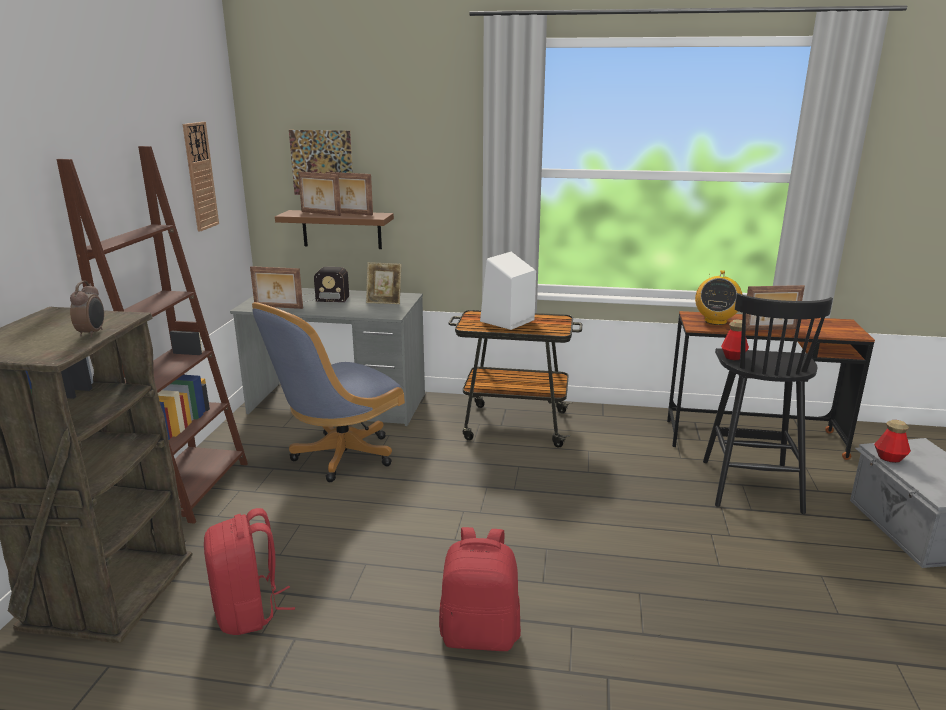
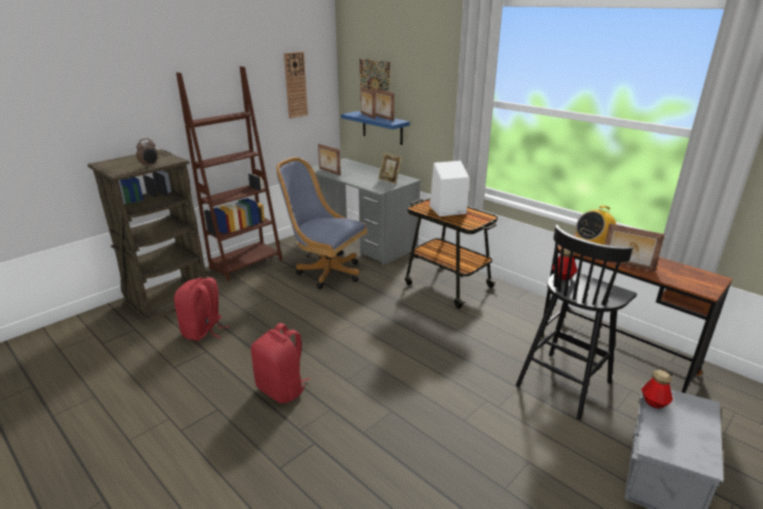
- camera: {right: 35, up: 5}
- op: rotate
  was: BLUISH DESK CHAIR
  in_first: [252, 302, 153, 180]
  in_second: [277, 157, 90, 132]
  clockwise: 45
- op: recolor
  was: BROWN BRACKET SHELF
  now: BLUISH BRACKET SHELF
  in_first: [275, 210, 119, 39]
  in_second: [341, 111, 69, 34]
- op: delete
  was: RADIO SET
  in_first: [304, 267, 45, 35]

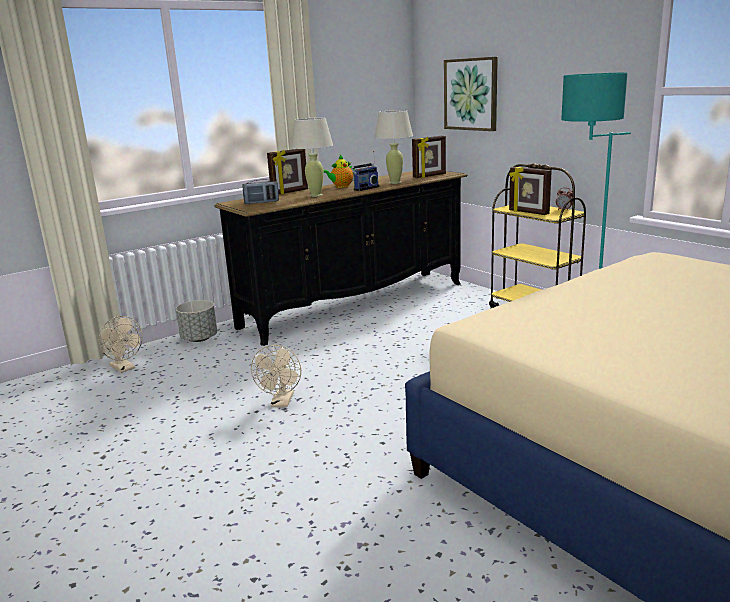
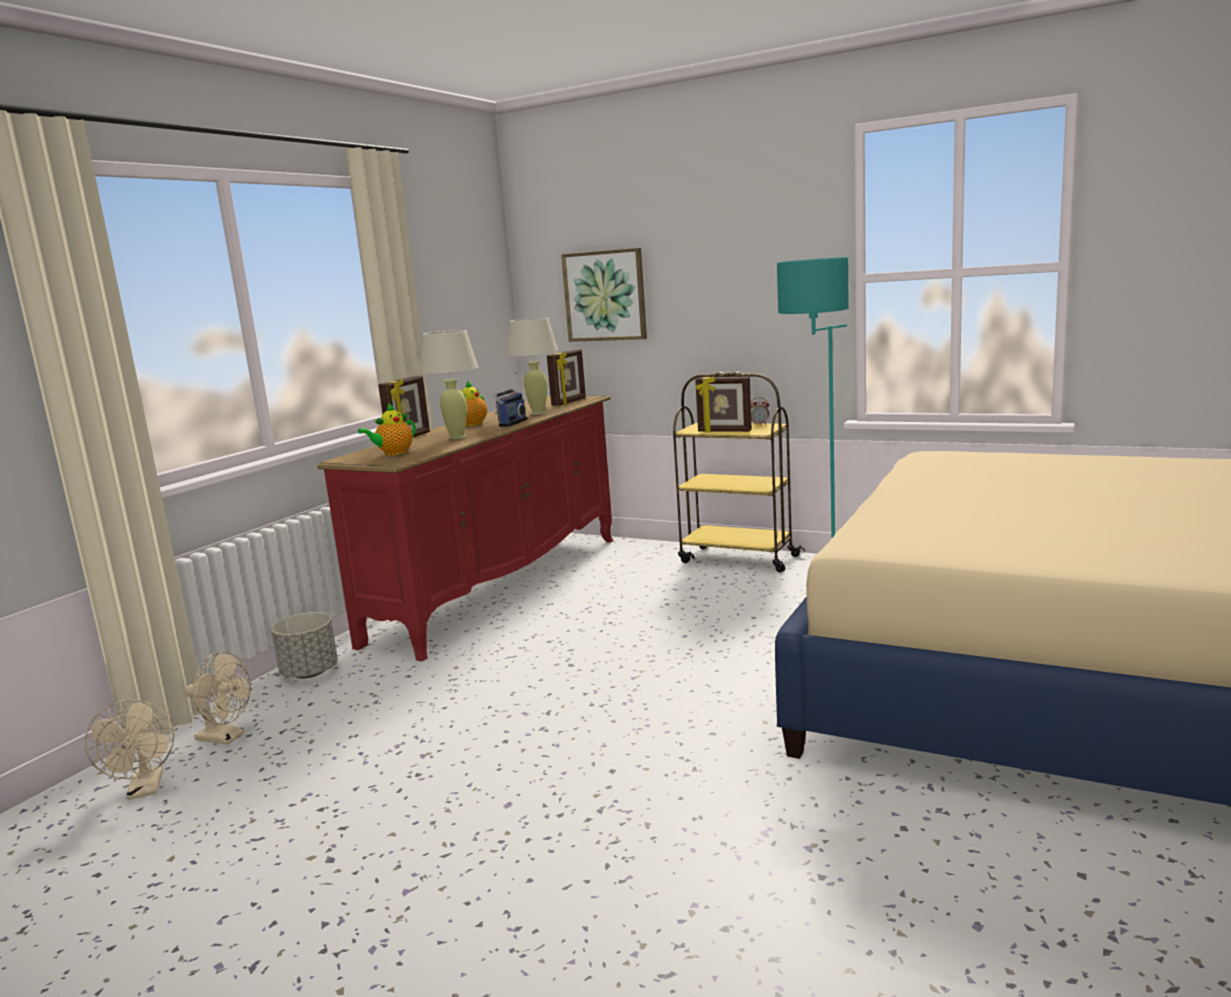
- camera: {right: -25, up: -5}
- op: recolor
  was: BLACKISH DRESSER
  now: RED DRESSER
  in_first: [214, 171, 253, 175]
  in_second: [317, 395, 297, 266]
- op: replace
  was: RADIO SET
  now: POT FOR TEA
  in_first: [242, 179, 37, 25]
  in_second: [358, 403, 58, 53]
- op: move
  was: BEIGE-COLOURED ELECTRIC FAN
  in_first: [251, 345, 50, 62]
  in_second: [85, 699, 89, 101]

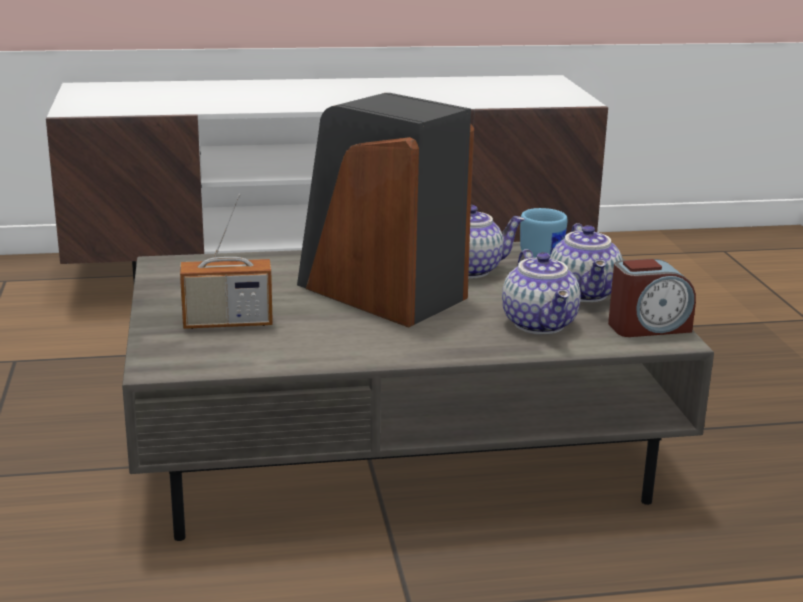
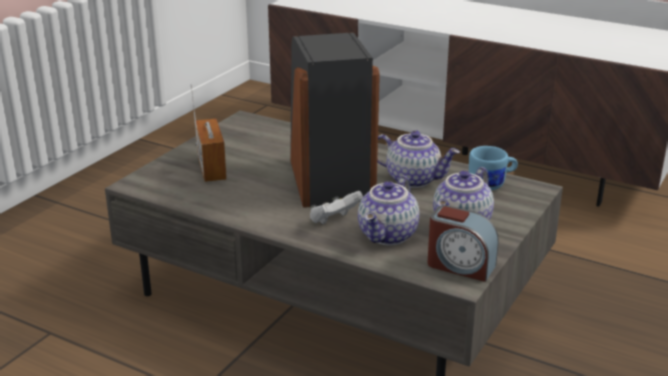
- camera: {right: 40, up: 5}
- op: rotate
  was: RADIO SET
  in_first: [180, 194, 93, 135]
  in_second: [191, 84, 36, 98]
  clockwise: -135
- op: insert
  now: WHITISH JOYPAD
  in_second: [310, 191, 53, 33]

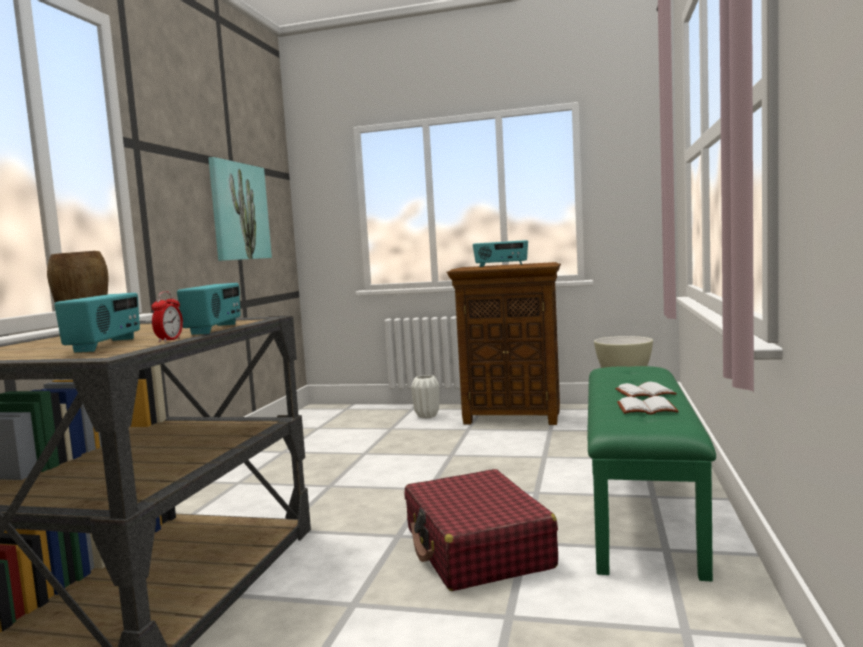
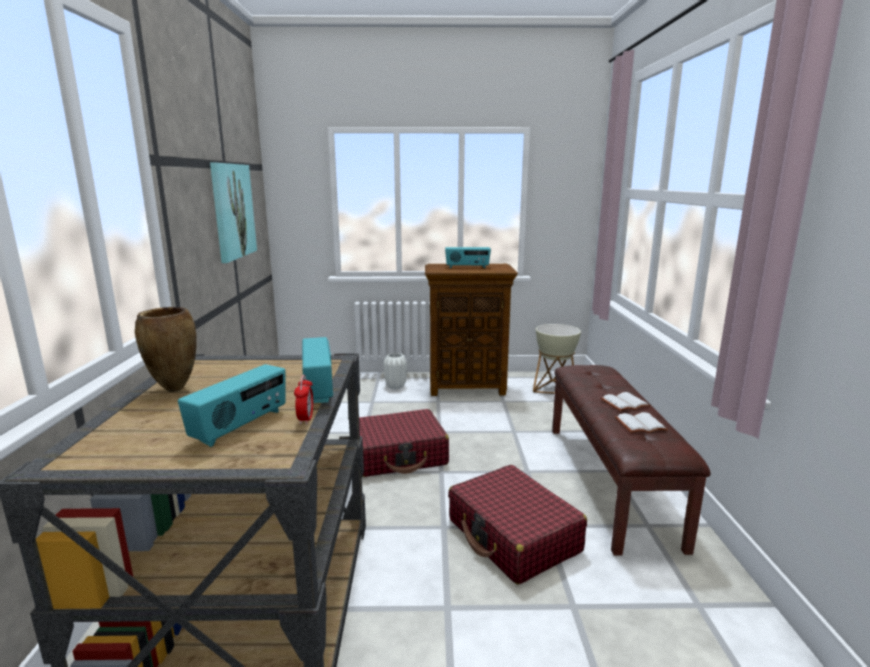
- camera: {right: -15, up: 10}
- op: rotate
  was: RADIO SET
  in_first: [54, 293, 86, 59]
  in_second: [178, 364, 107, 83]
  clockwise: 45
- op: recolor
  was: GREENISH INDOOR BENCH
  now: BROWN INDOOR BENCH
  in_first: [587, 366, 129, 216]
  in_second: [552, 365, 159, 190]
- op: insert
  now: RED SUITCASE
  in_second: [359, 409, 90, 68]

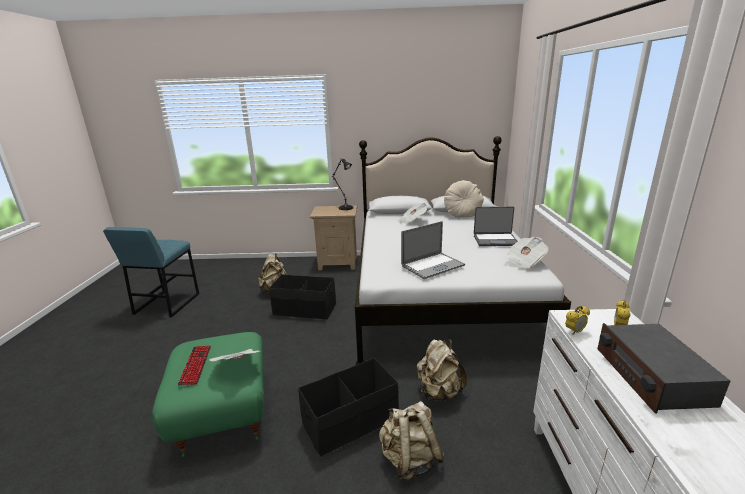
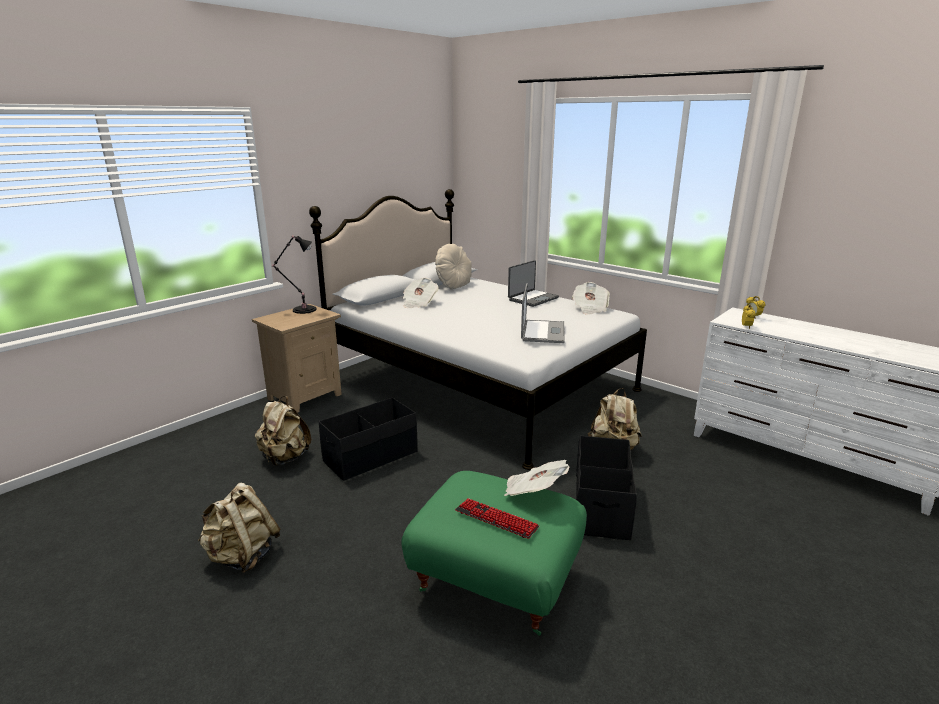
- camera: {right: -50, up: 0}
- op: delete
  was: BLUISH STOOL
  in_first: [103, 227, 96, 91]
- op: move
  was: BEIGE-COLOURED KNAPSACK
  in_first: [379, 401, 65, 79]
  in_second: [198, 483, 82, 90]
- op: delete
  was: RADIO SET
  in_first: [597, 323, 133, 91]

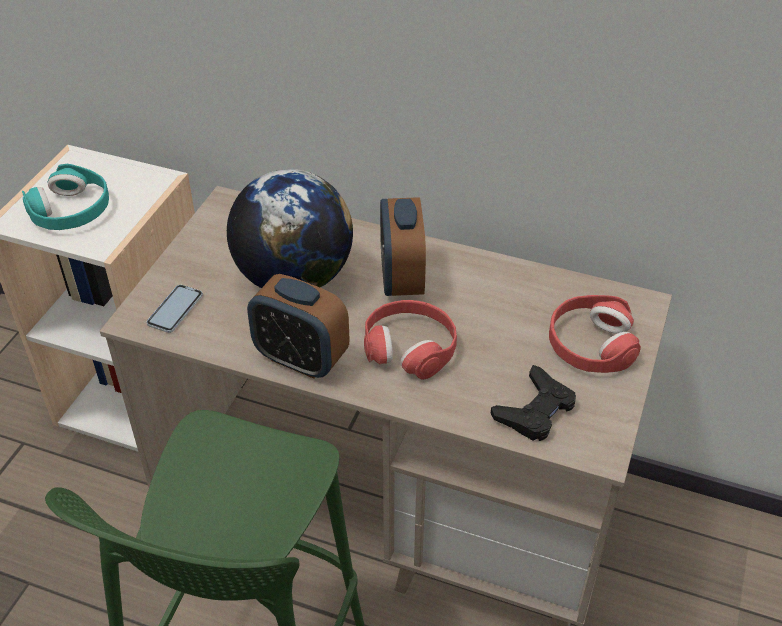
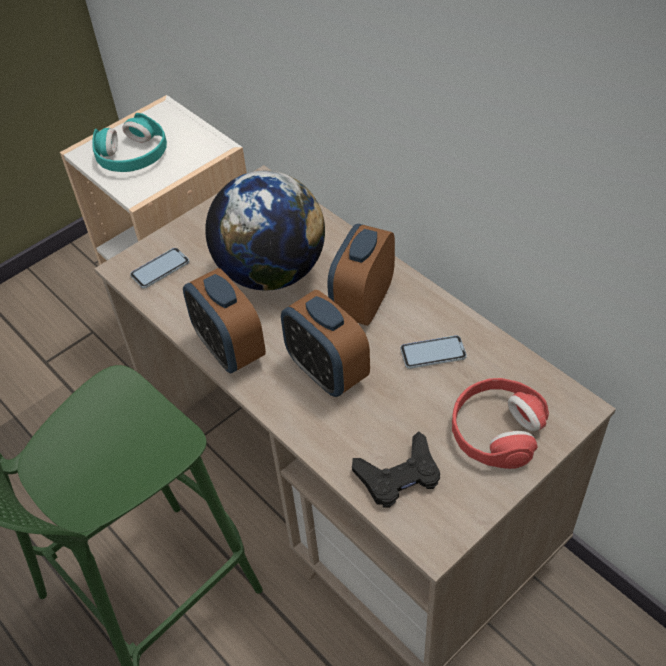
- camera: {right: 30, up: 5}
- op: replace
  was: RED PAIR OF HEADPHONES
  now: BEDSIDE CLOCK
  in_first: [364, 300, 93, 80]
  in_second: [281, 290, 89, 107]
- op: insert
  now: HANDSET
  in_second: [400, 335, 67, 34]

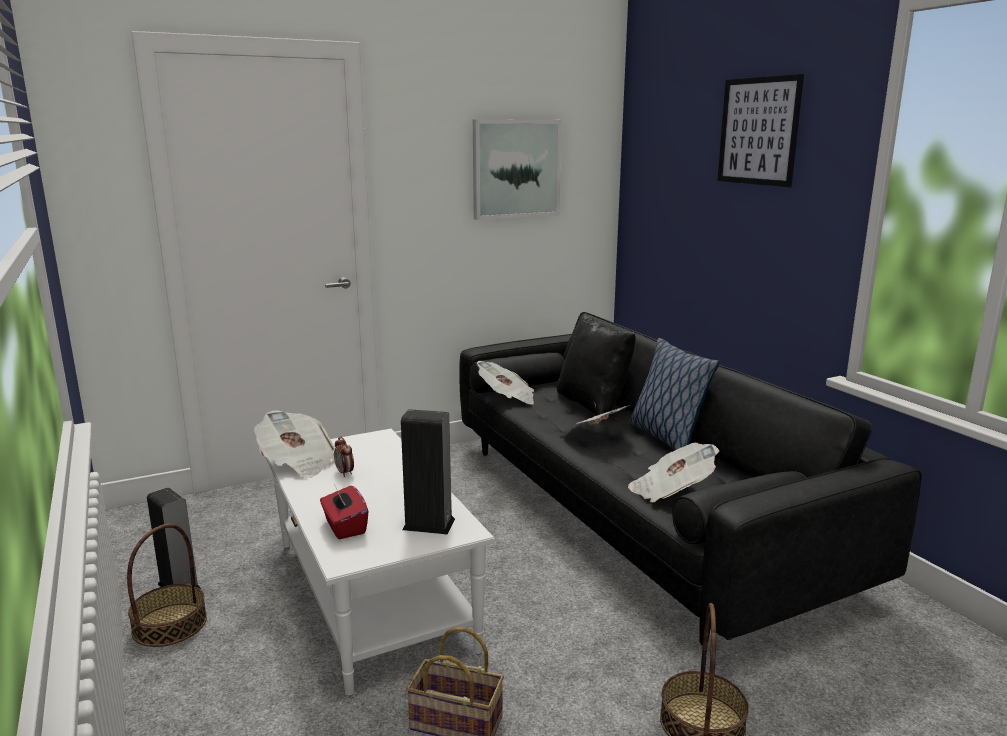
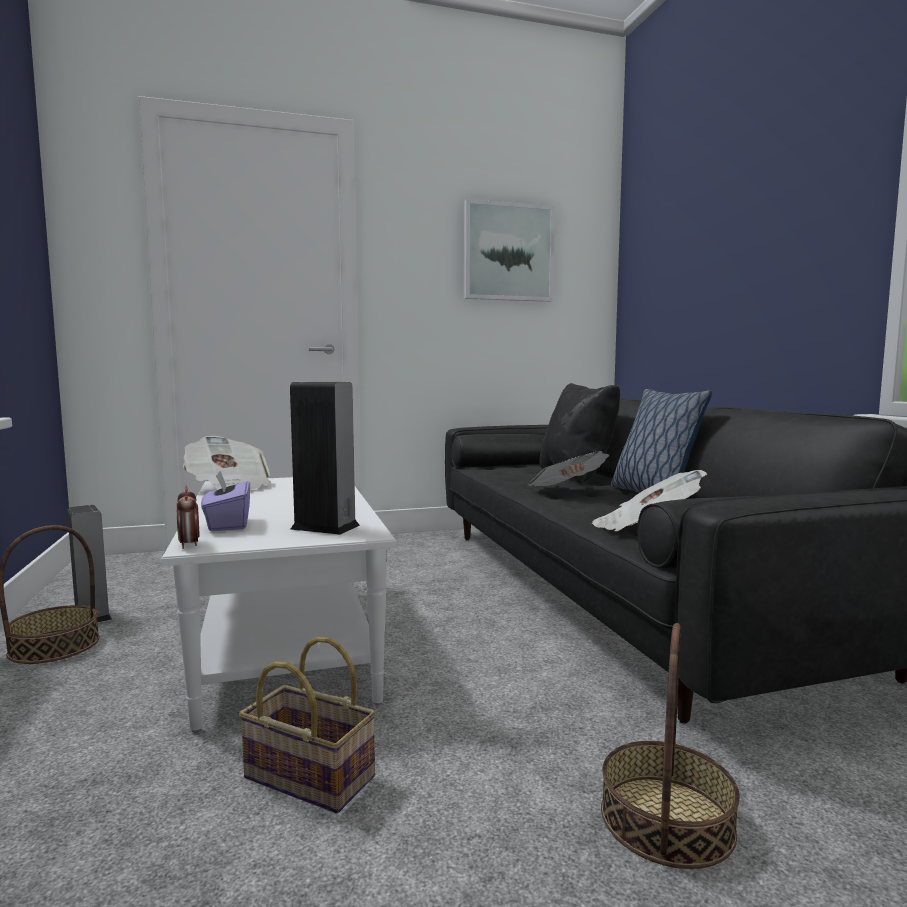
- camera: {right: 10, up: -10}
- op: recolor
  was: RED TISSUE BOX
  now: PURPLISH TISSUE BOX
  in_first: [320, 484, 48, 55]
  in_second: [201, 471, 49, 60]
- op: move
  was: BEDSIDE CLOCK
  in_first: [334, 436, 20, 41]
  in_second: [177, 485, 23, 64]
- op: delete
  was: NEWSPAPER
  in_first: [477, 361, 57, 44]
- op: delete
  was: PICTURE
  in_first: [717, 74, 87, 113]

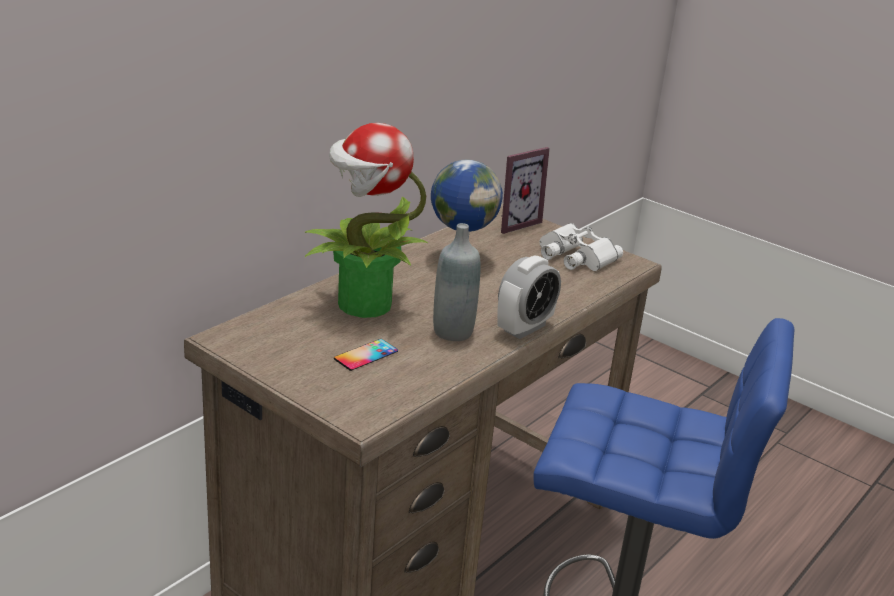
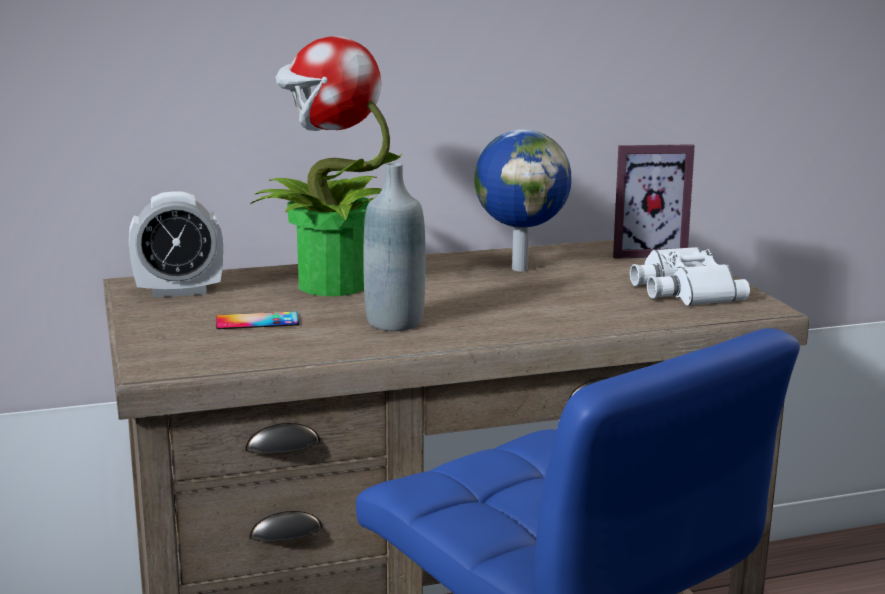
- camera: {right: 35, up: -10}
- op: move
  was: BEDSIDE CLOCK
  in_first: [497, 255, 64, 84]
  in_second: [129, 192, 94, 106]

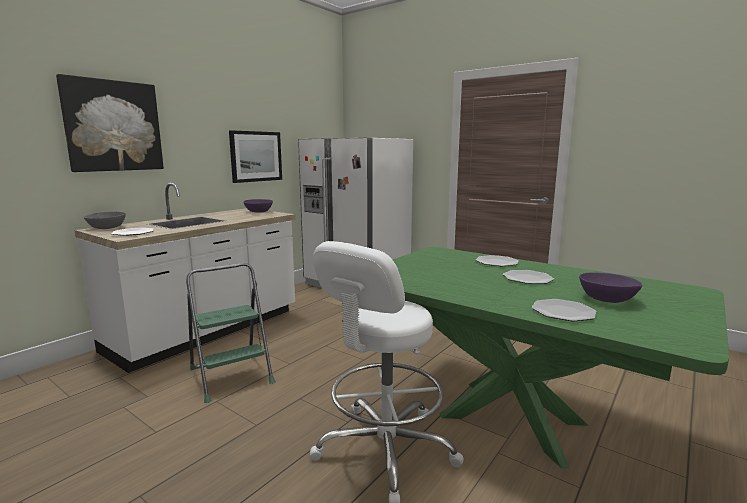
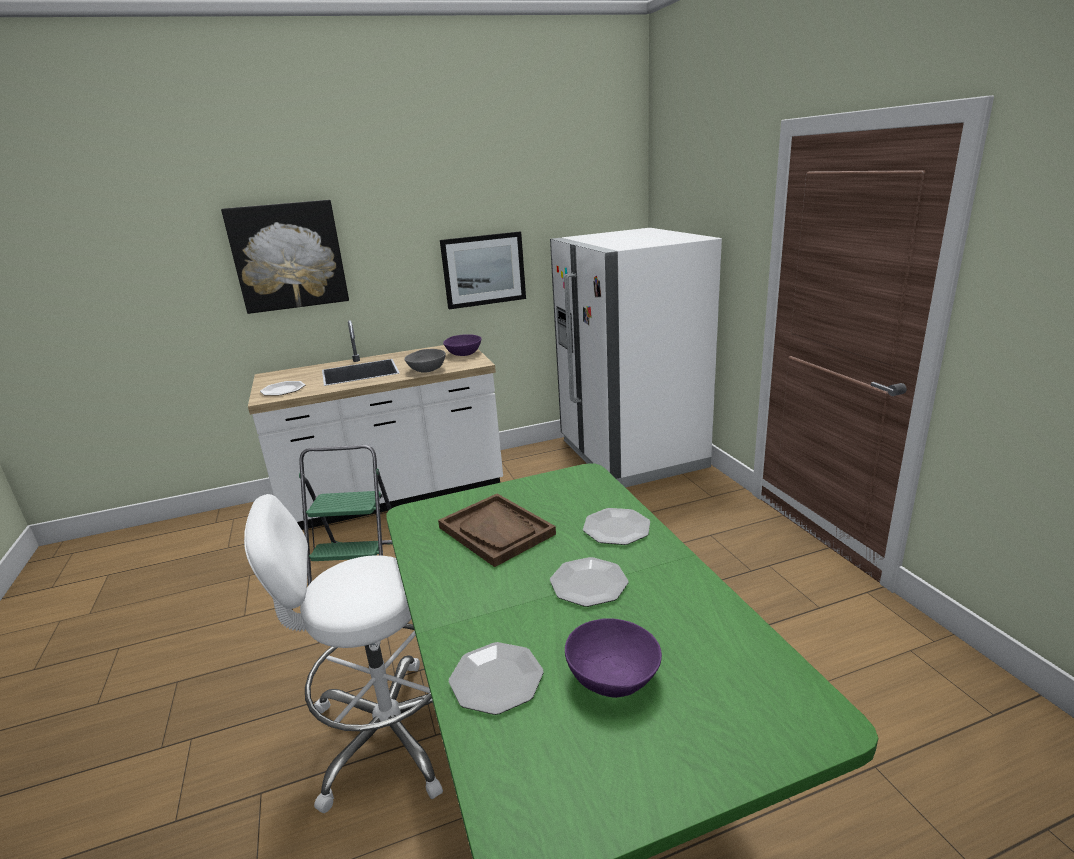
- camera: {right: 35, up: 10}
- op: move
  was: GREYISH BOWL
  in_first: [84, 212, 42, 17]
  in_second: [404, 349, 42, 24]
- op: insert
  now: BROWN SERVING TRAY
  in_second: [438, 493, 118, 74]

